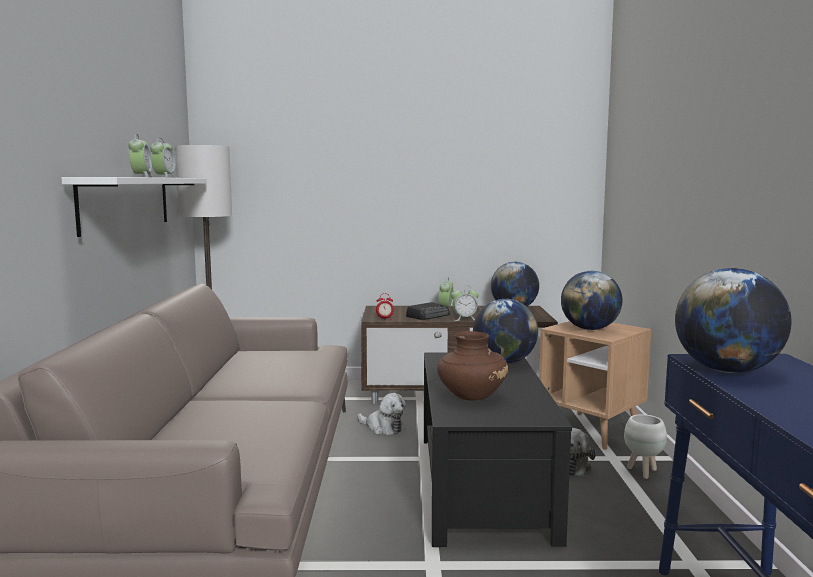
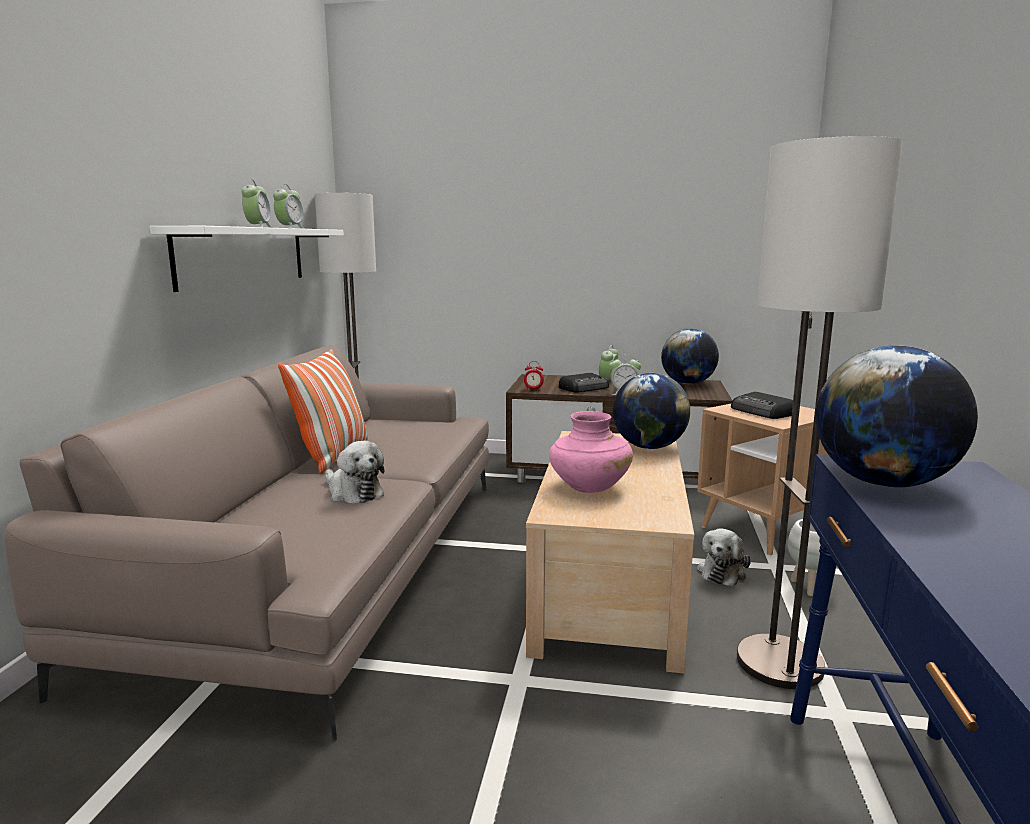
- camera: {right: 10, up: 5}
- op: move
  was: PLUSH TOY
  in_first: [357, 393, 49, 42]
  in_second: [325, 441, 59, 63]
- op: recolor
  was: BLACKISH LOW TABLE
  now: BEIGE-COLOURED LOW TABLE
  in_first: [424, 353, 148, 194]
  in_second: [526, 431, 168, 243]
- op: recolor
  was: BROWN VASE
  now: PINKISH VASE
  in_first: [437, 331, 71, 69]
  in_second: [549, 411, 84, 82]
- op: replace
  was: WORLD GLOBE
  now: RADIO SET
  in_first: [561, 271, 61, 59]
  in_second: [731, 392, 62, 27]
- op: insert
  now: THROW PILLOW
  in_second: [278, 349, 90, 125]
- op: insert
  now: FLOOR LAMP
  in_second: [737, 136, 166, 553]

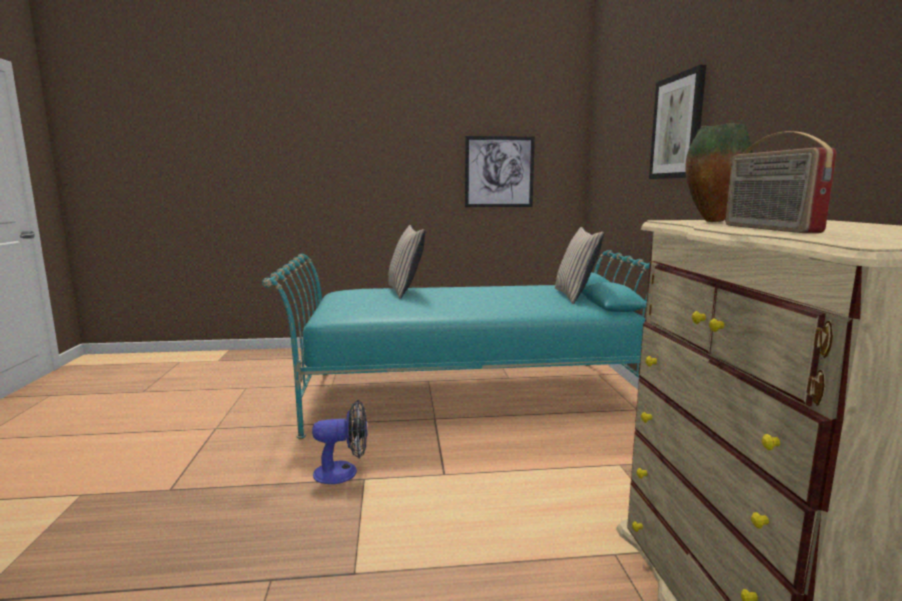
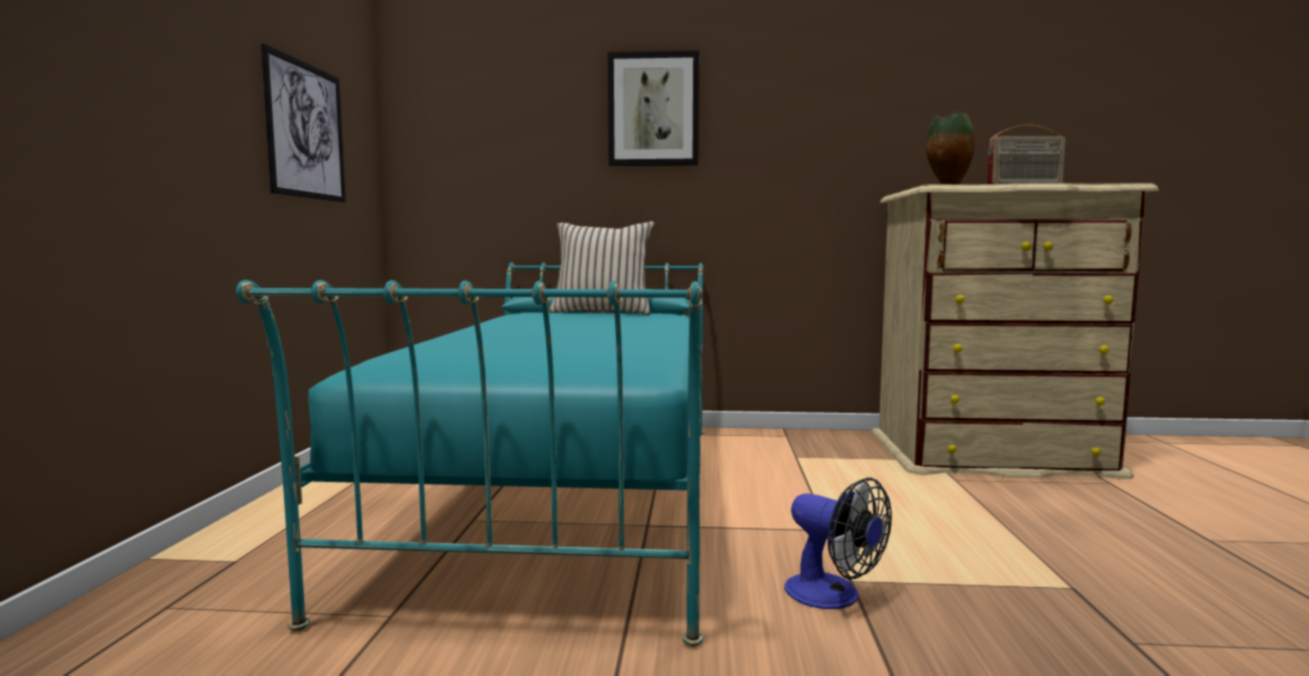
- camera: {right: -80, up: -5}
- op: rotate
  was: ELECTRIC FAN
  in_first: [312, 400, 55, 84]
  in_second: [784, 478, 108, 131]
  clockwise: 135
- op: delete
  was: BEIGE-COLOURED THROW PILLOW
  in_first: [388, 225, 37, 74]

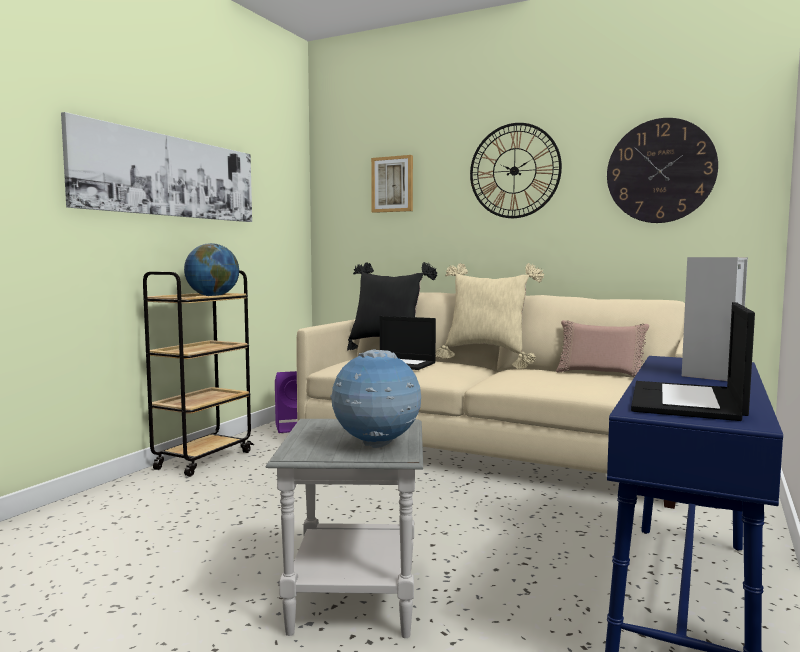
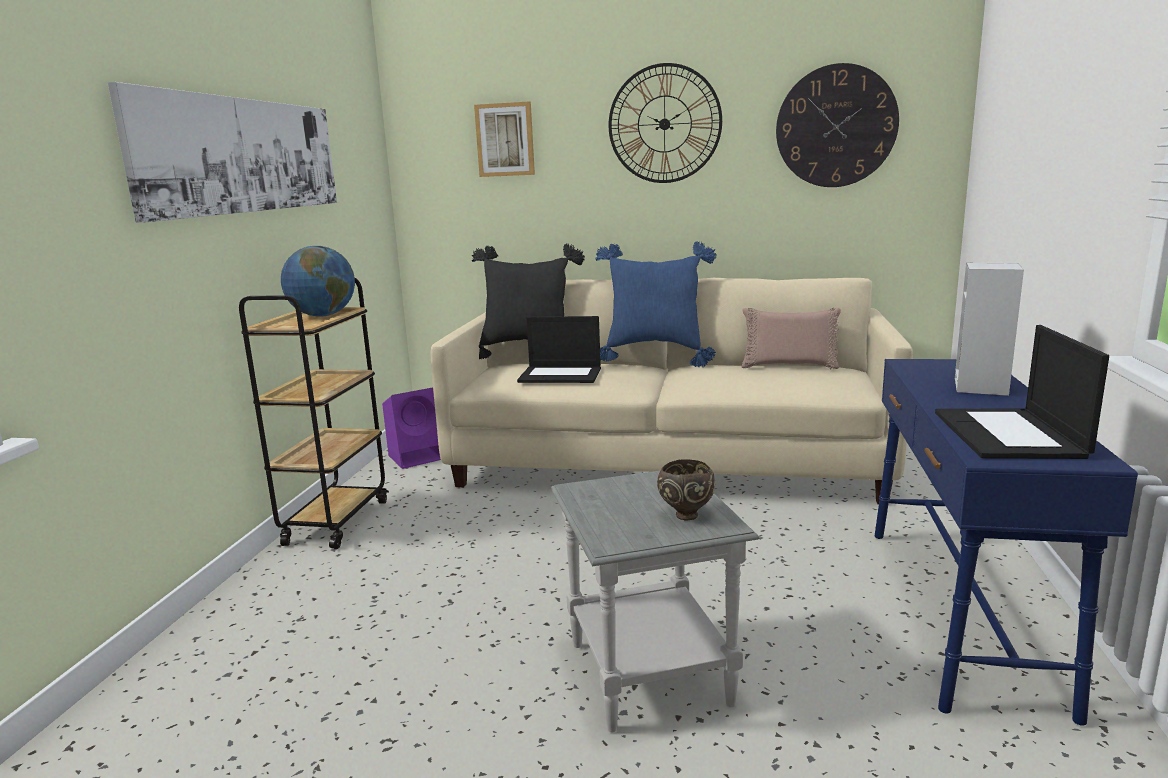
- camera: {right: -15, up: 10}
- op: replace
  was: WORLD GLOBE
  now: BROWN BOWL
  in_first: [330, 349, 91, 99]
  in_second: [657, 459, 58, 62]
- op: recolor
  was: BEIGE-COLOURED THROW PILLOW
  now: BLUISH THROW PILLOW
  in_first: [436, 263, 108, 106]
  in_second: [596, 241, 121, 127]

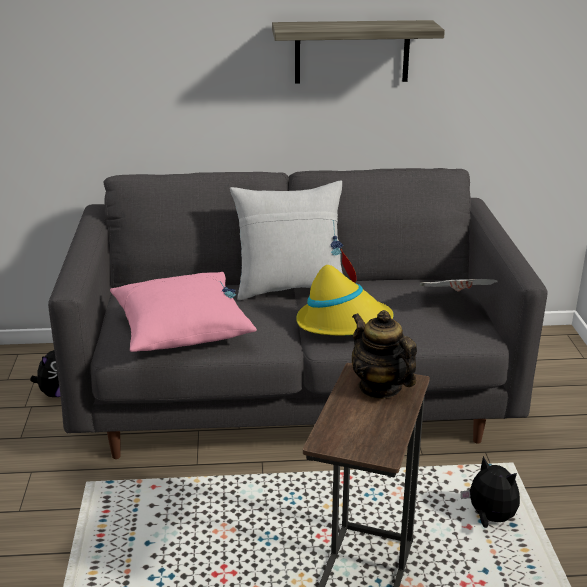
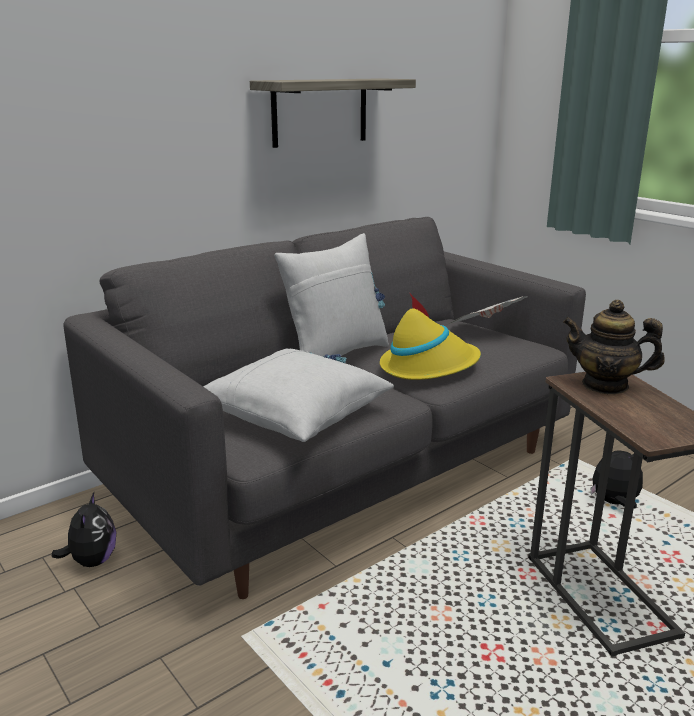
- camera: {right: -35, up: -5}
- op: recolor
  was: PINKISH THROW PILLOW
  now: GREYISH THROW PILLOW
  in_first: [110, 272, 147, 80]
  in_second: [203, 349, 191, 93]

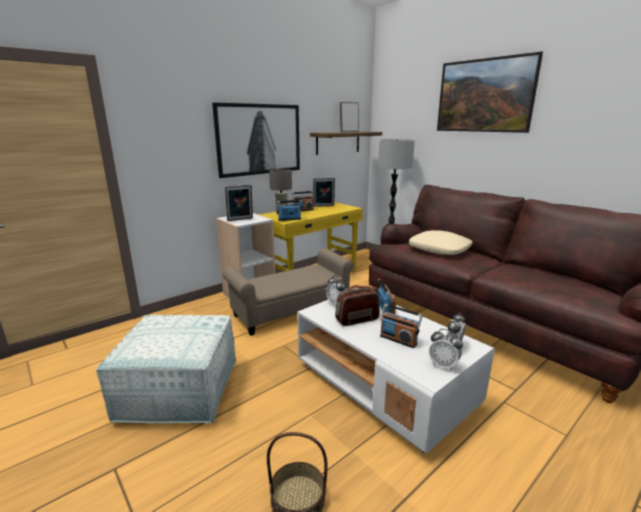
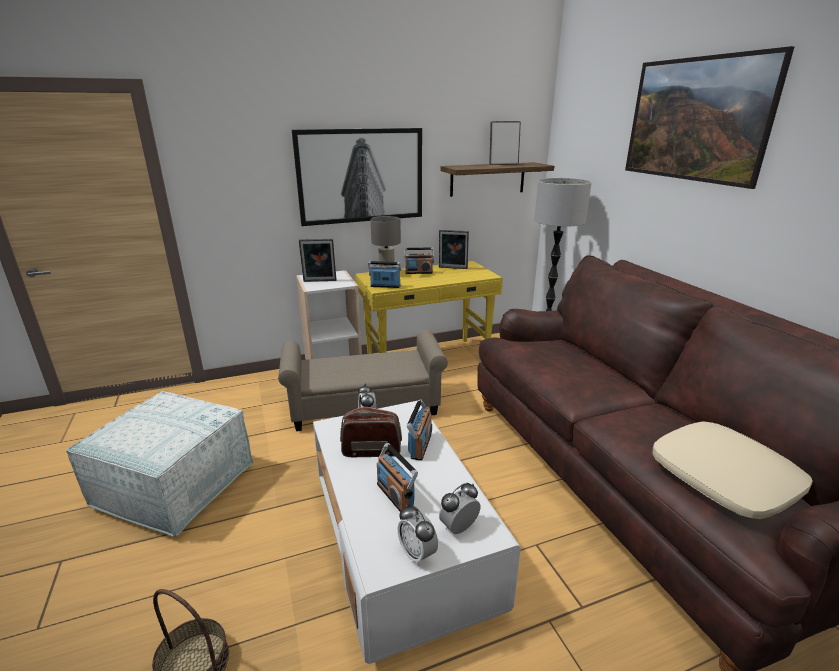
- camera: {right: 20, up: 5}
- op: move
  was: BEIGE-COLOURED THROW PILLOW
  in_first: [409, 230, 64, 25]
  in_second: [652, 421, 160, 98]

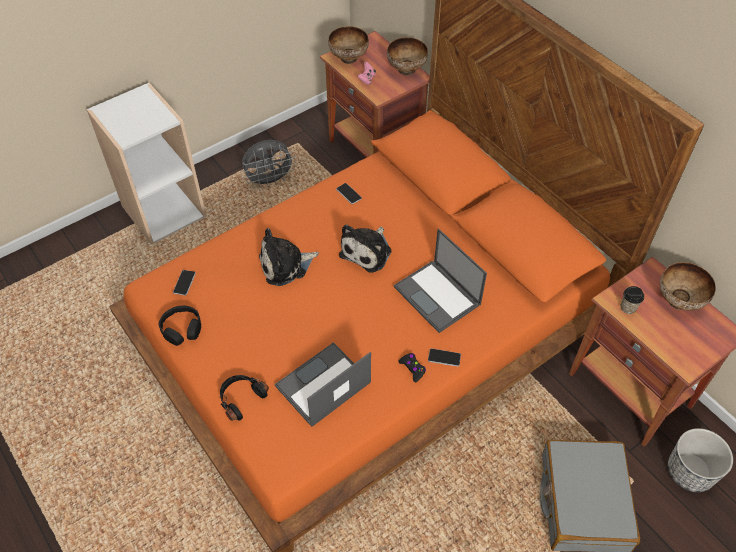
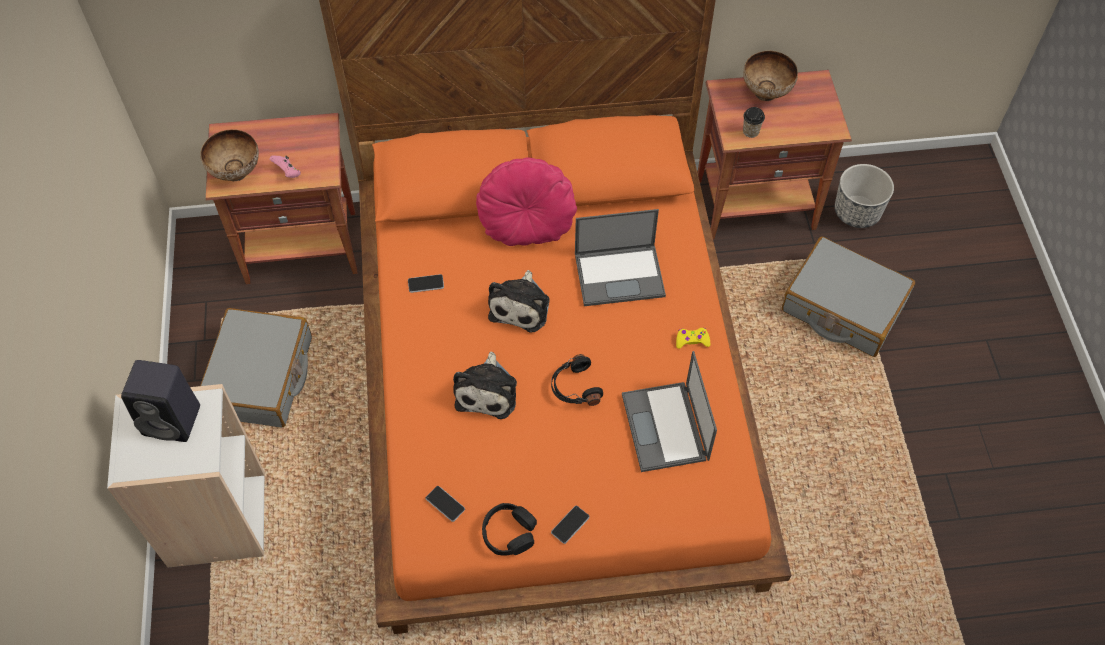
- camera: {right: -60, up: 5}
- op: move
  was: BLACKISH PAIR OF HEADPHONES
  in_first: [220, 375, 49, 46]
  in_second: [551, 354, 52, 52]
- op: replace
  was: GREYISH ELECTRIC FAN
  now: GREYISH SUITCASE
  in_first: [242, 140, 54, 48]
  in_second: [200, 308, 112, 120]
- op: rotate
  was: PLUSH TOY
  in_first: [339, 224, 53, 49]
  in_second: [488, 270, 62, 63]
  clockwise: 45
- op: delete
  was: BOWL
  in_first: [387, 37, 41, 38]
- op: recolor
  was: BLACKISH JOYPAD
  now: YELLOW-COLOURED JOYPAD
  in_first: [398, 353, 28, 29]
  in_second: [676, 328, 34, 21]
- op: move
  was: HANDSET
  in_first: [428, 348, 33, 19]
  in_second: [551, 506, 39, 38]
- op: insert
  now: BLACKISH SPEAKER
  in_second: [121, 360, 79, 82]
- op: insert
  now: PINKISH THROW PILLOW
  in_second: [476, 157, 101, 89]

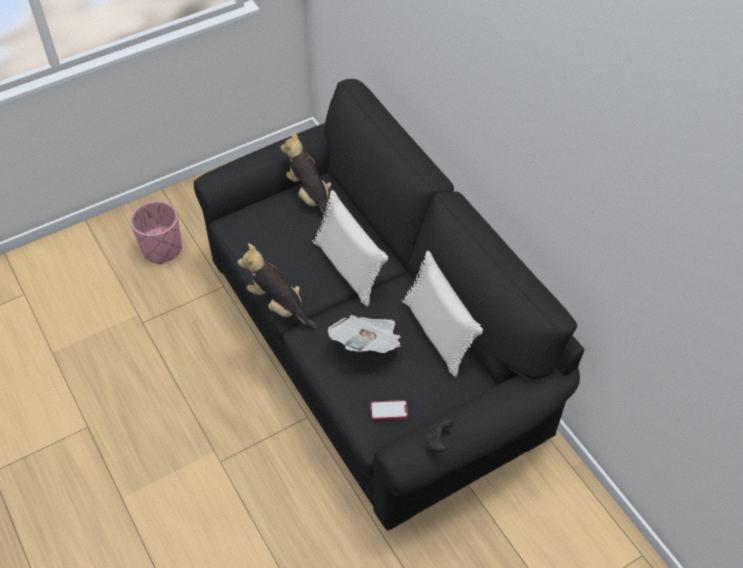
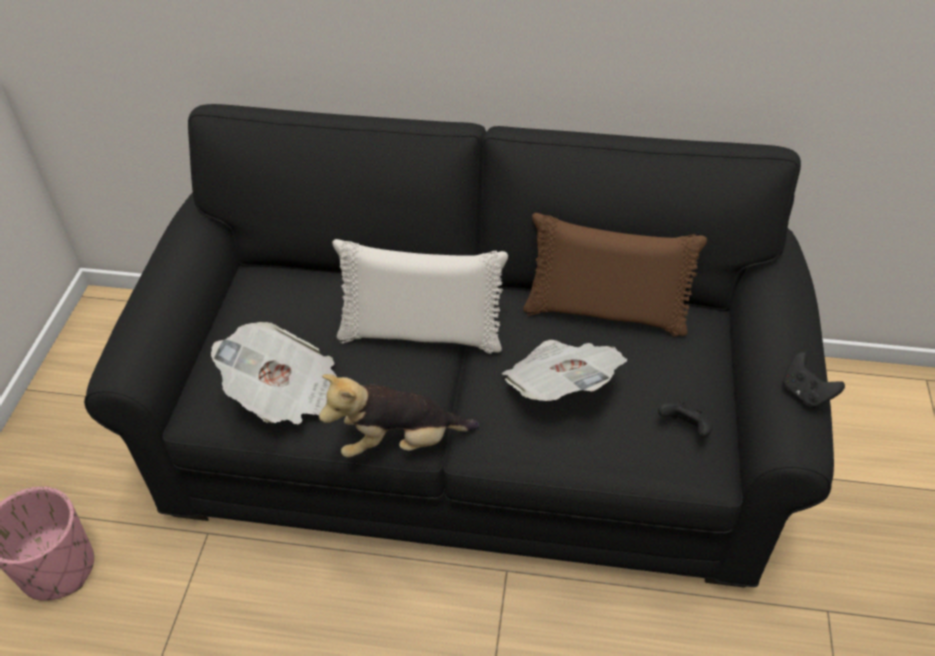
- camera: {right: -50, up: -5}
- op: delete
  was: PLUSH TOY
  in_first: [280, 131, 51, 86]
- op: replace
  was: HANDSET
  now: BLACKISH JOYPAD
  in_first: [370, 400, 38, 21]
  in_second: [658, 401, 54, 37]
- op: recolor
  was: WHITISH THROW PILLOW
  now: BROWN THROW PILLOW
  in_first: [402, 251, 81, 126]
  in_second: [523, 213, 184, 124]
- op: insert
  now: NEWSPAPER
  in_second: [211, 322, 126, 102]

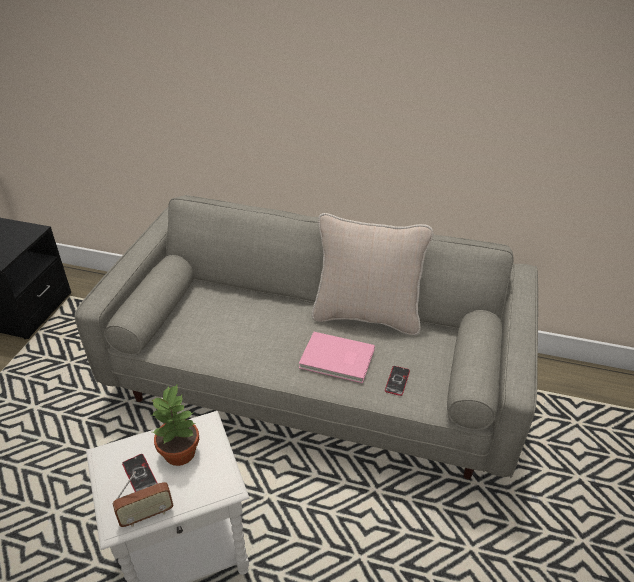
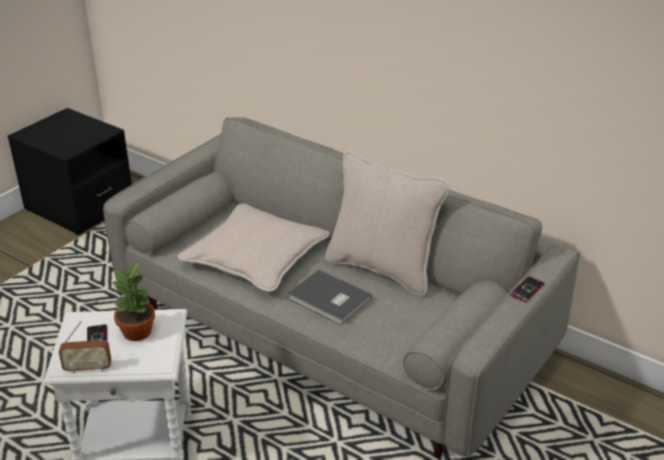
- camera: {right: 20, up: -5}
- op: recolor
  was: PINKISH VOLUME
  now: GREYISH VOLUME
  in_first: [299, 332, 76, 51]
  in_second: [288, 270, 84, 55]
- op: move
  was: HANDSET
  in_first: [385, 366, 25, 30]
  in_second: [510, 276, 35, 26]
- op: insert
  now: BEIGE-COLOURED THROW PILLOW
  in_second: [178, 204, 152, 88]

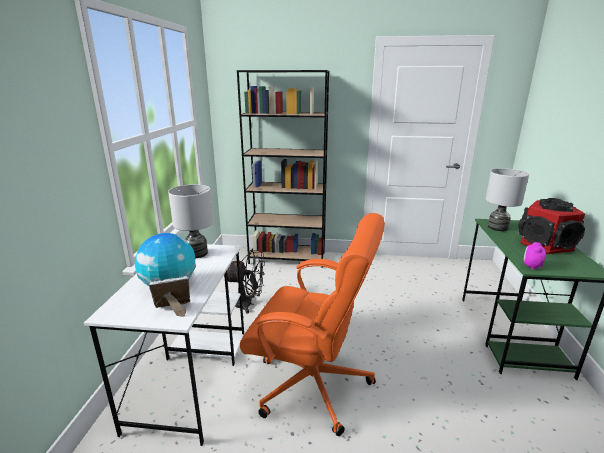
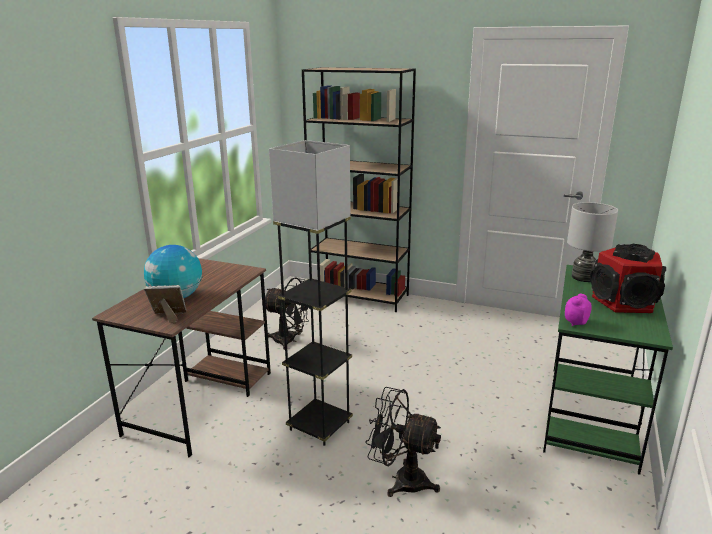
- camera: {right: 15, up: 0}
- op: recolor
  was: WHITISH DESK TABLE
  now: BROWN DESK TABLE
  in_first: [84, 244, 160, 202]
  in_second: [92, 258, 179, 200]
- op: delete
  was: GREYISH TABLETOP LAMP
  in_first: [168, 184, 45, 74]
- op: replace
  was: ORANGE-COLOURED DESK CHAIR
  now: BLACKISH FLOOR LAMP
  in_first: [240, 213, 145, 223]
  in_second: [269, 140, 84, 306]
- op: insert
  now: BLACKISH ELECTRIC FAN
  in_second: [365, 387, 76, 110]

